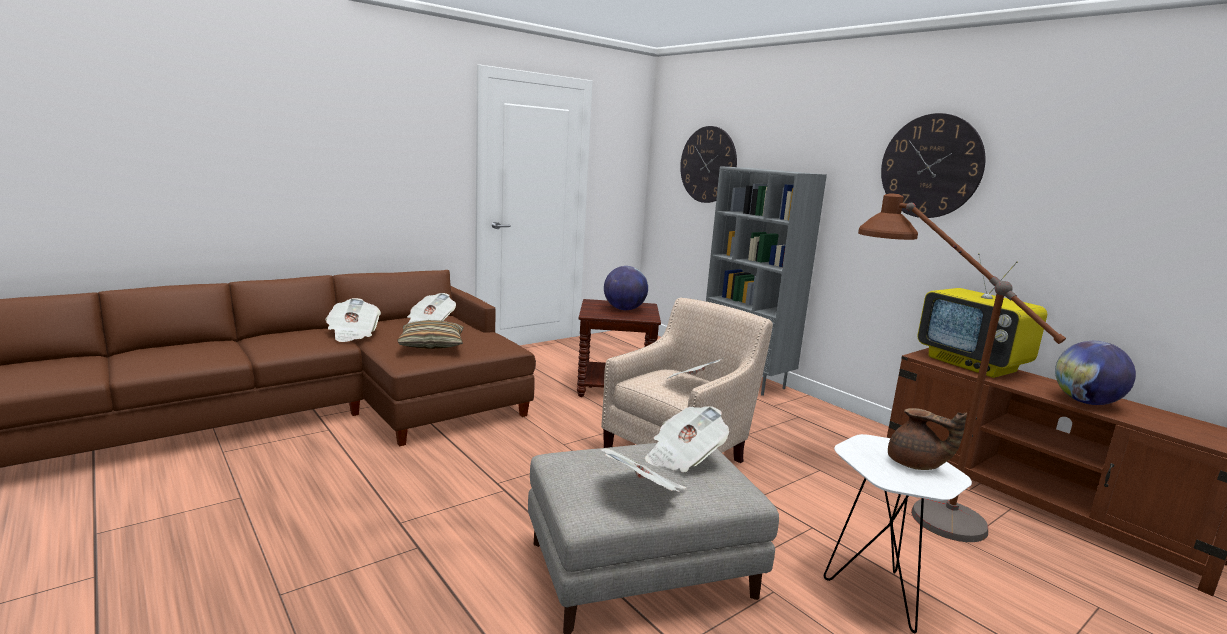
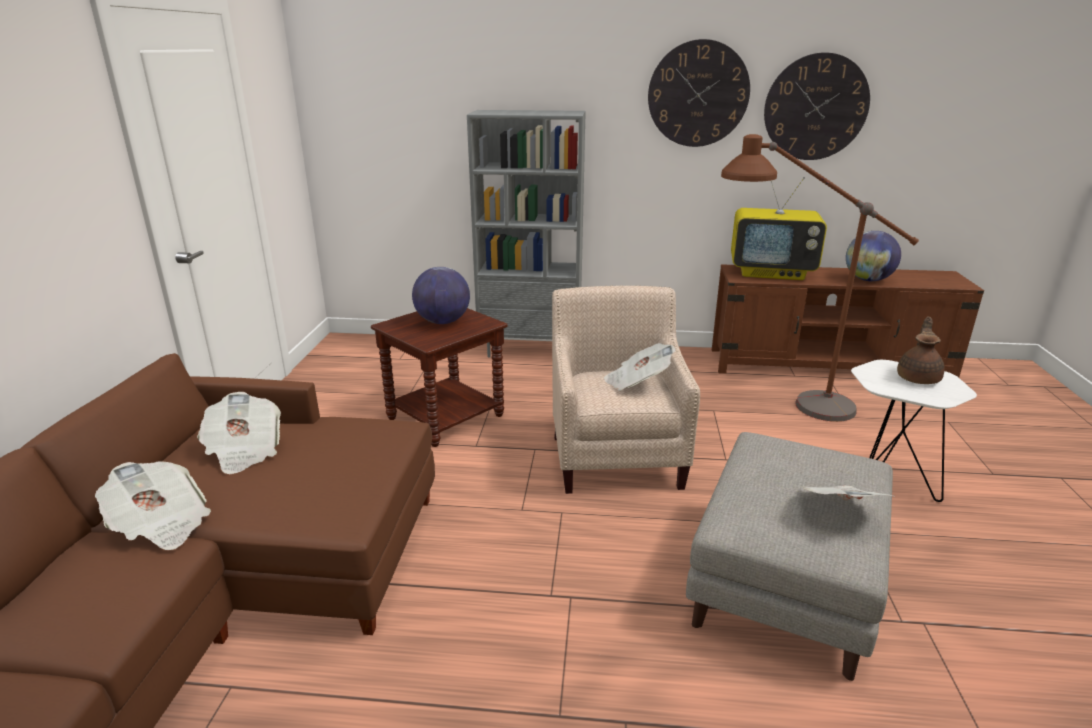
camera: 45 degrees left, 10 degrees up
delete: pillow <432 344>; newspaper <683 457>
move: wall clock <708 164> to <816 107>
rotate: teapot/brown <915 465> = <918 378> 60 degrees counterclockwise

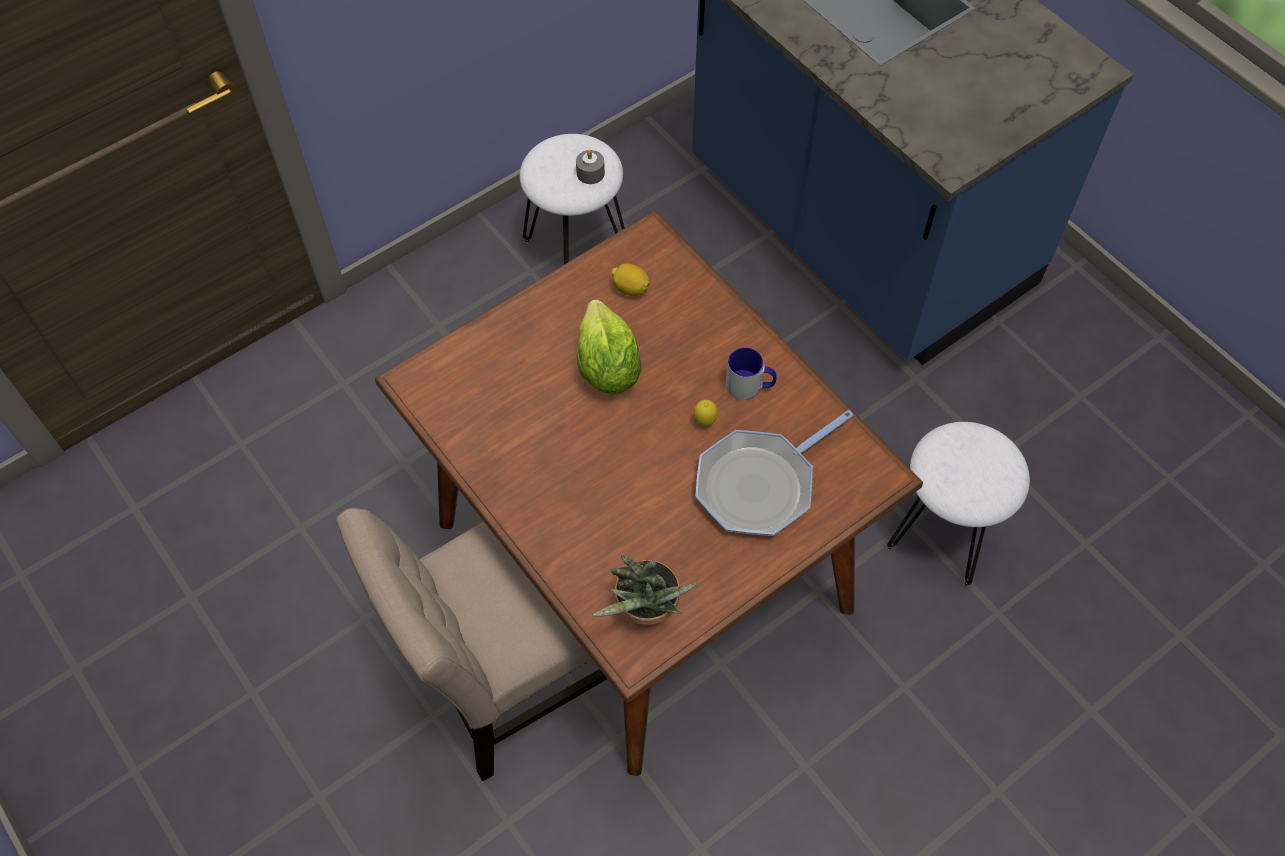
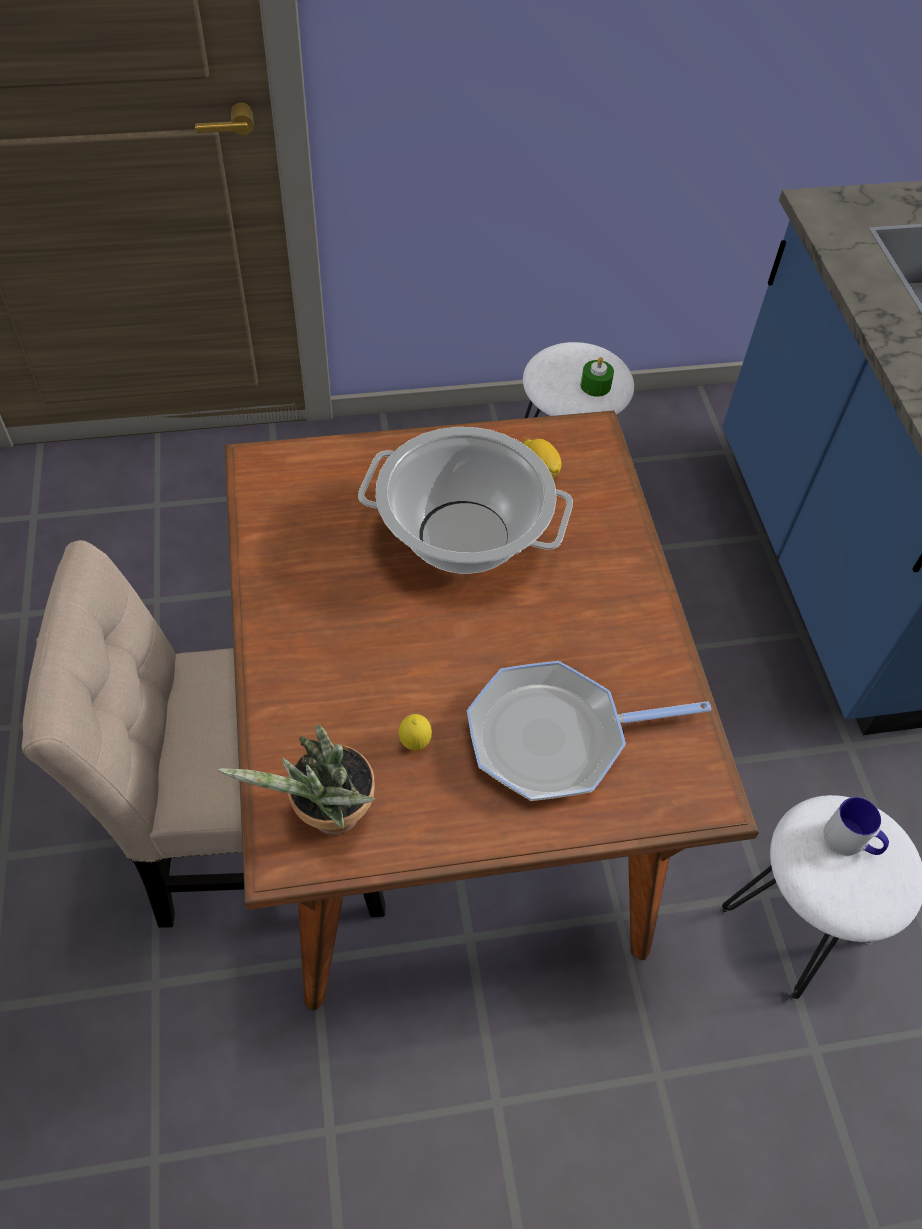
camera: 25 degrees right, 5 degrees down
move: lemon <704 422> to <415 743>; mug <750 386> to <851 841>
replace: lettuce <607 368> to cooking pot <462 537>
recolor: candle/grey <590 173> to candle/green <595 385>

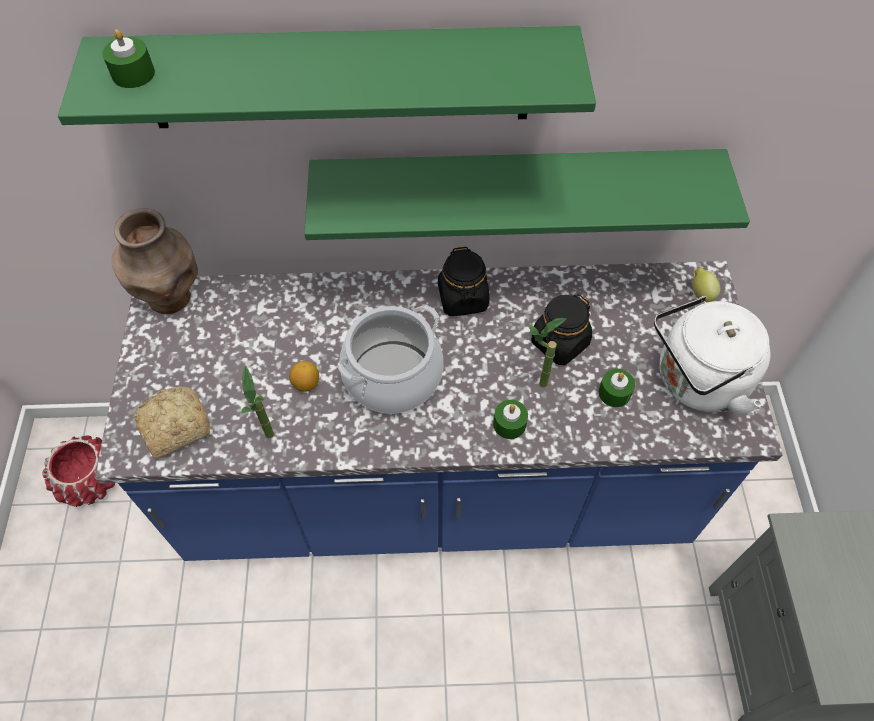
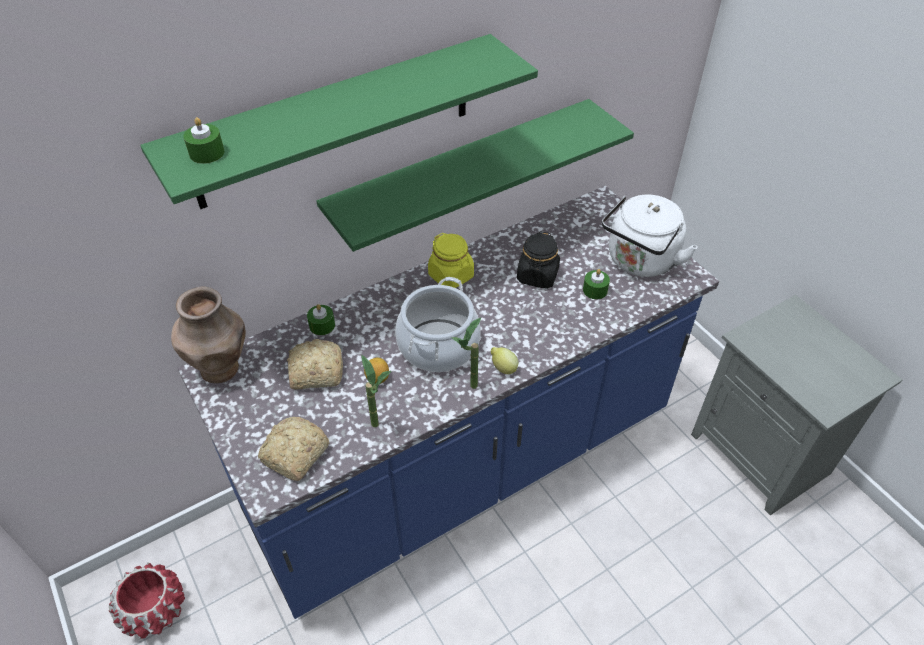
camera: 30 degrees left, 10 degrees down
insert: bread <315 372>
move: candle/green <509 424> to <322 325>; potted plant <535 386> to <468 390>; lemon <700 294> to <503 368>
recolor: jar/black <463 299> to jar/yellow <451 276>

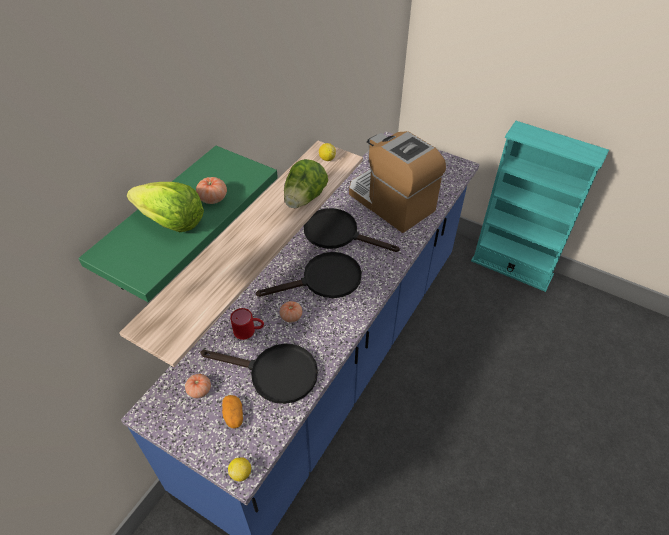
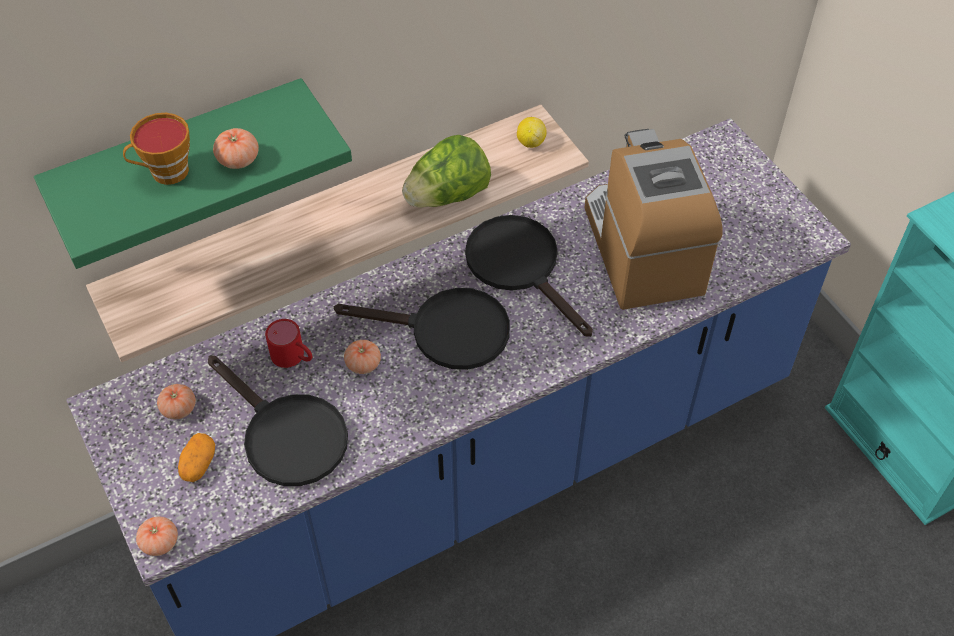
camera: 30 degrees right, 5 degrees up
replace: lettuce <171 222> to cup <165 173>; lemon <241 473> to tomato <160 542>

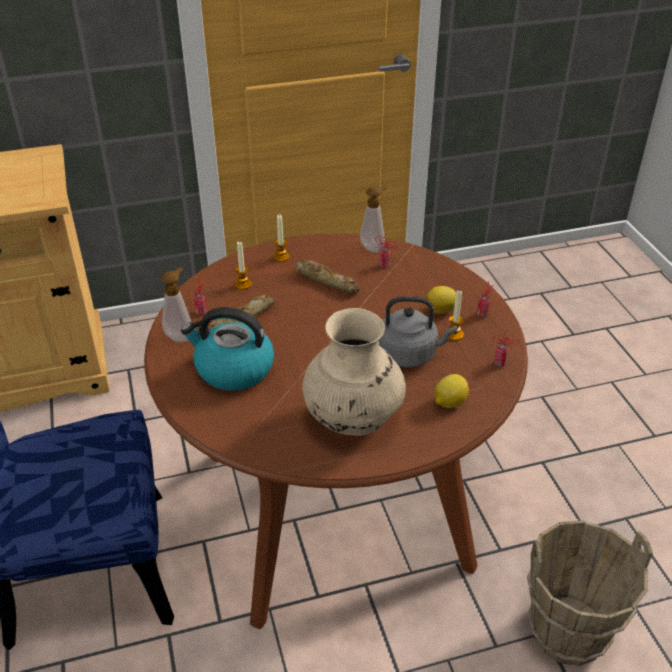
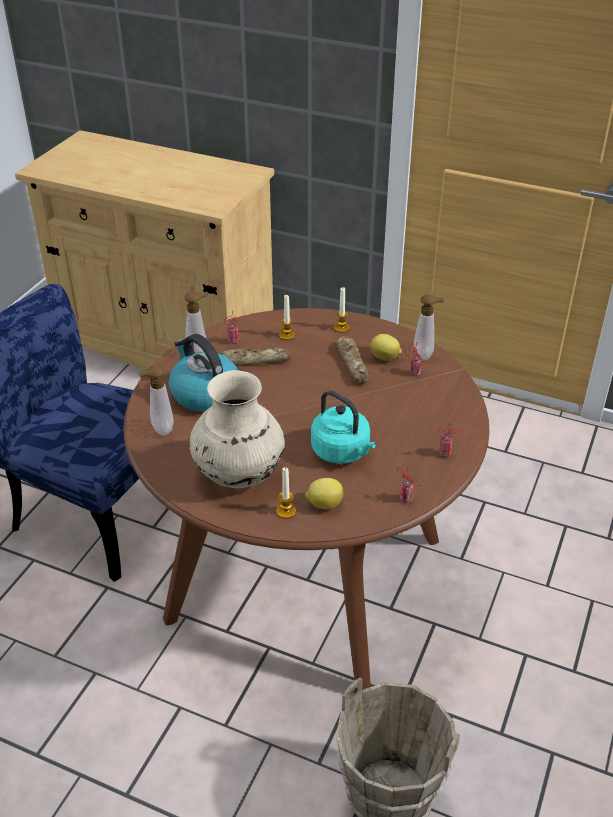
camera: 40 degrees right, 0 degrees up
insert: soap dispenser <160 429>
move: lemon <441 310> to <385 358>; candle <454 334> to <286 511>
recolor: kettle/grey <410 354> to kettle/turquoise <342 452>

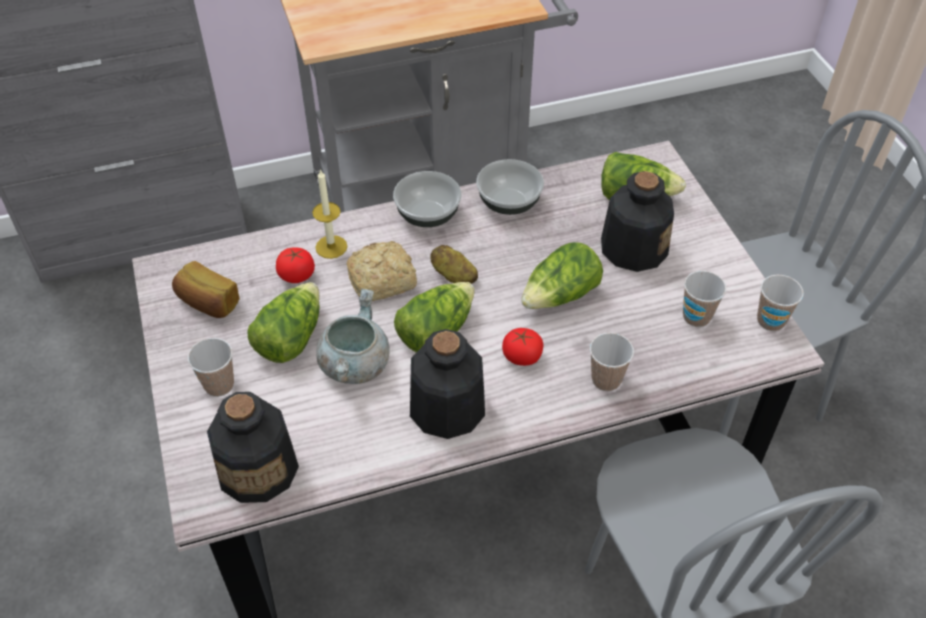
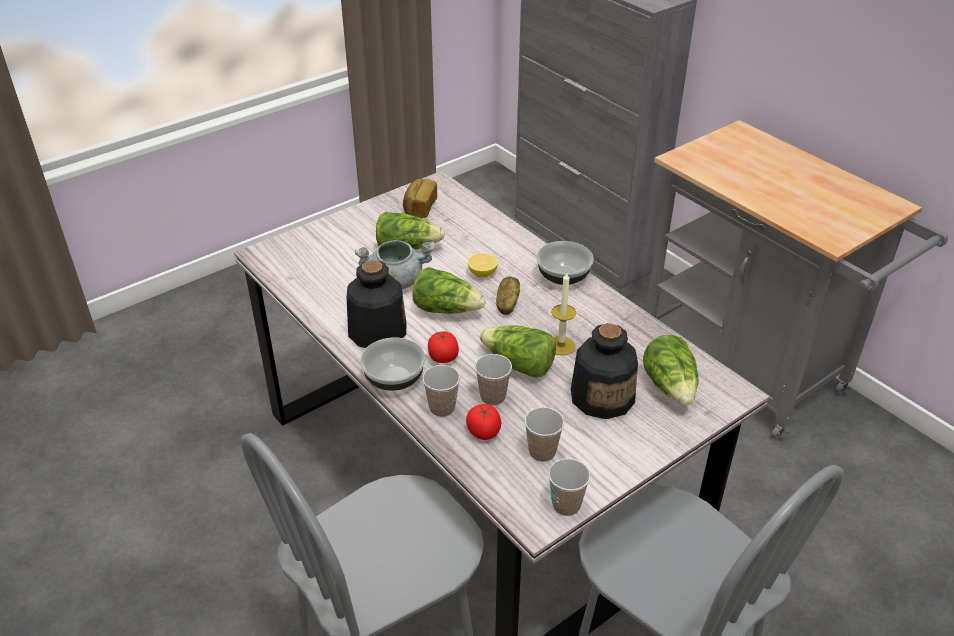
camera: 70 degrees right, 10 degrees down
delete: bottle <258 468>
move: cup <219 385> to <493 397>; tomato <297 275> to <483 432>; candle <331 247> to <561 346>; bowl <509 202> to <395 379>
replace: bread <384 280> to lemon <482 273>

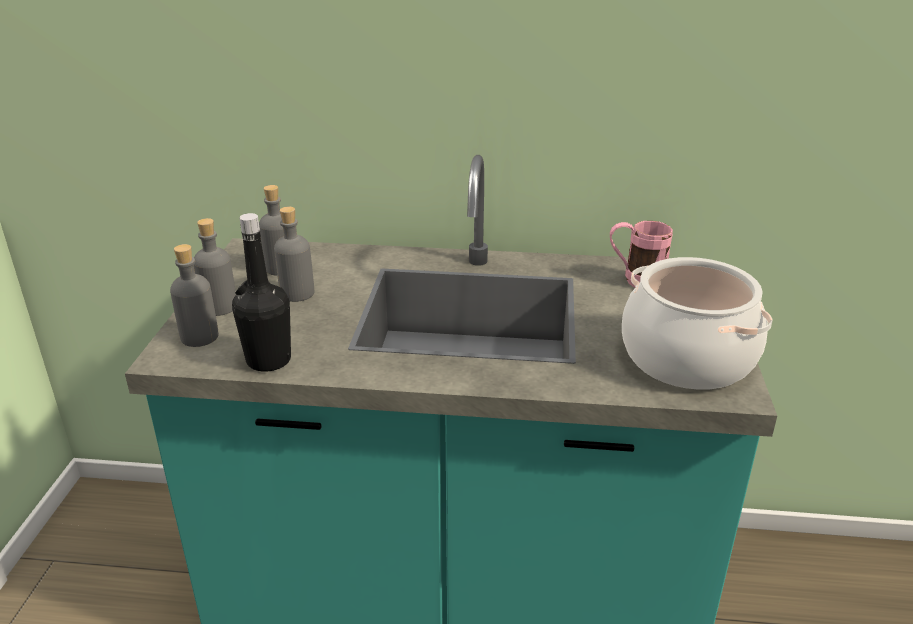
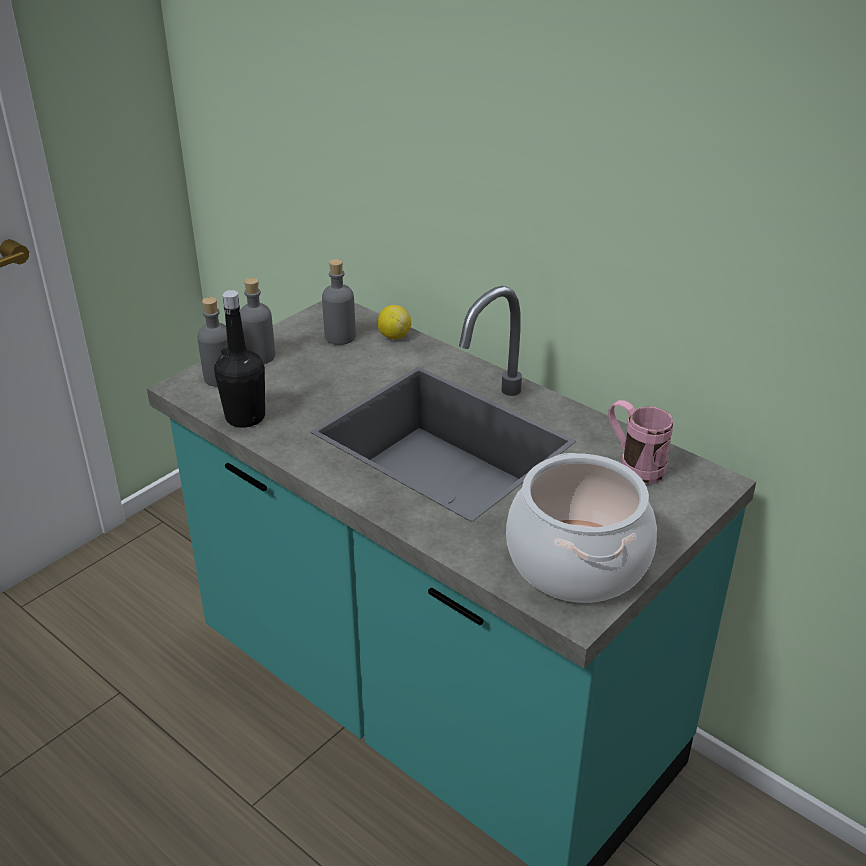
camera: 35 degrees right, 5 degrees up
delete: bottle/grey <297 293>
insert: lemon <394 336>

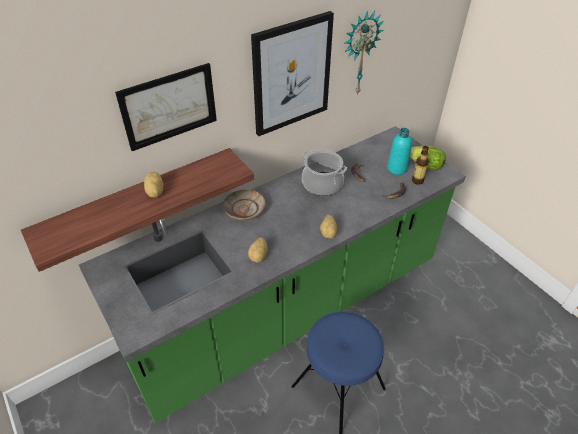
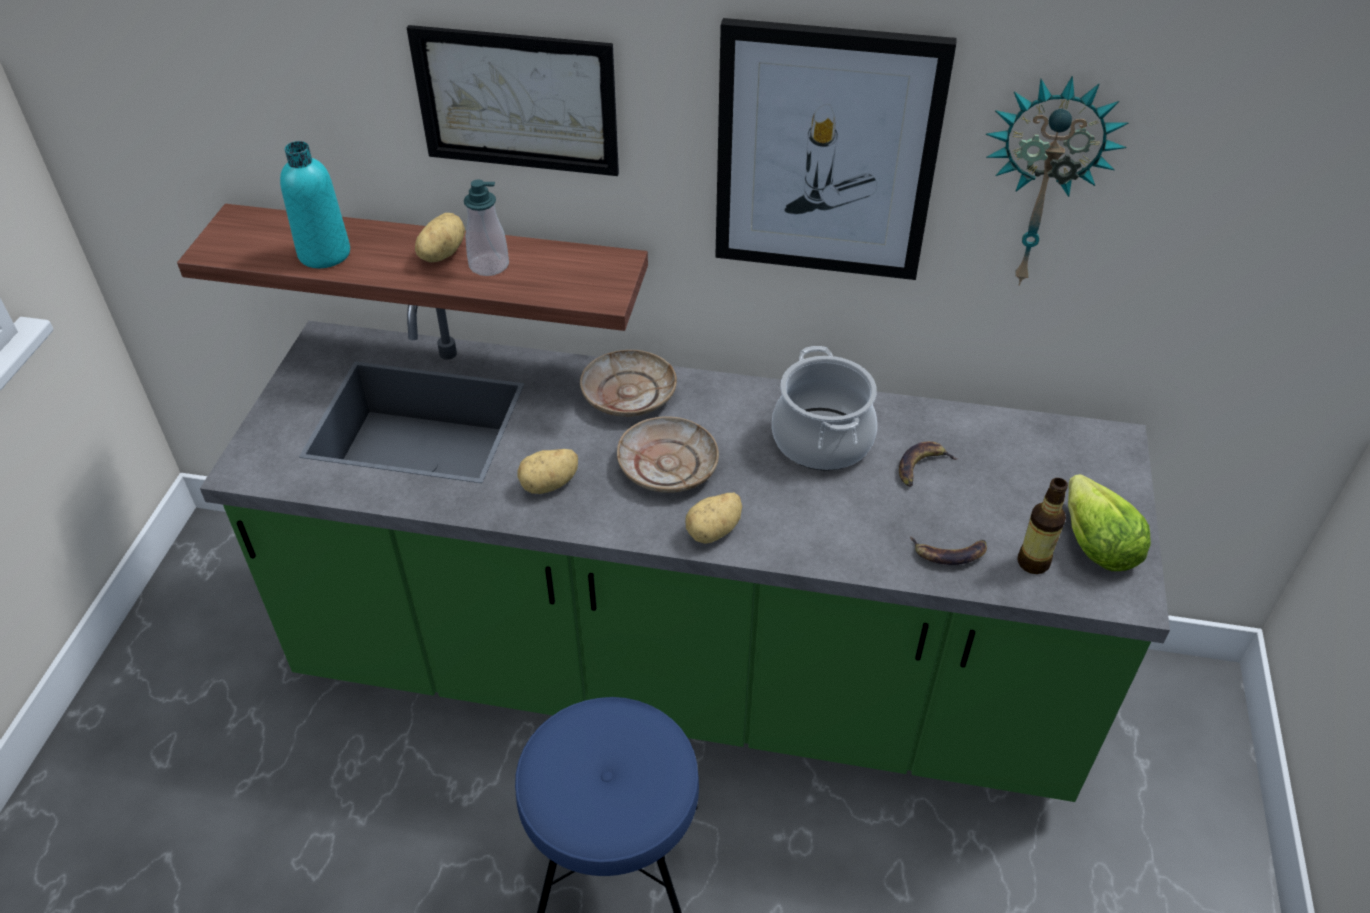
camera: 45 degrees right, 0 degrees up
insert: soap dispenser <489 265>; plate/beige <667 465>
move: bottle/turquoise <397 168> to <324 254>

